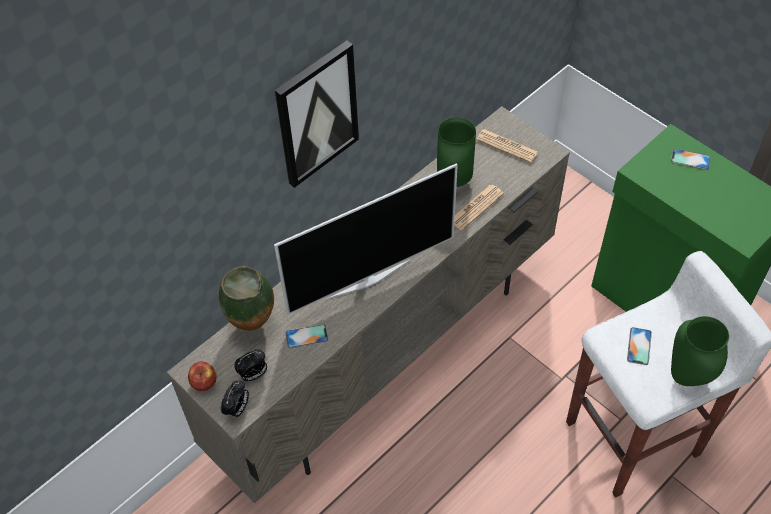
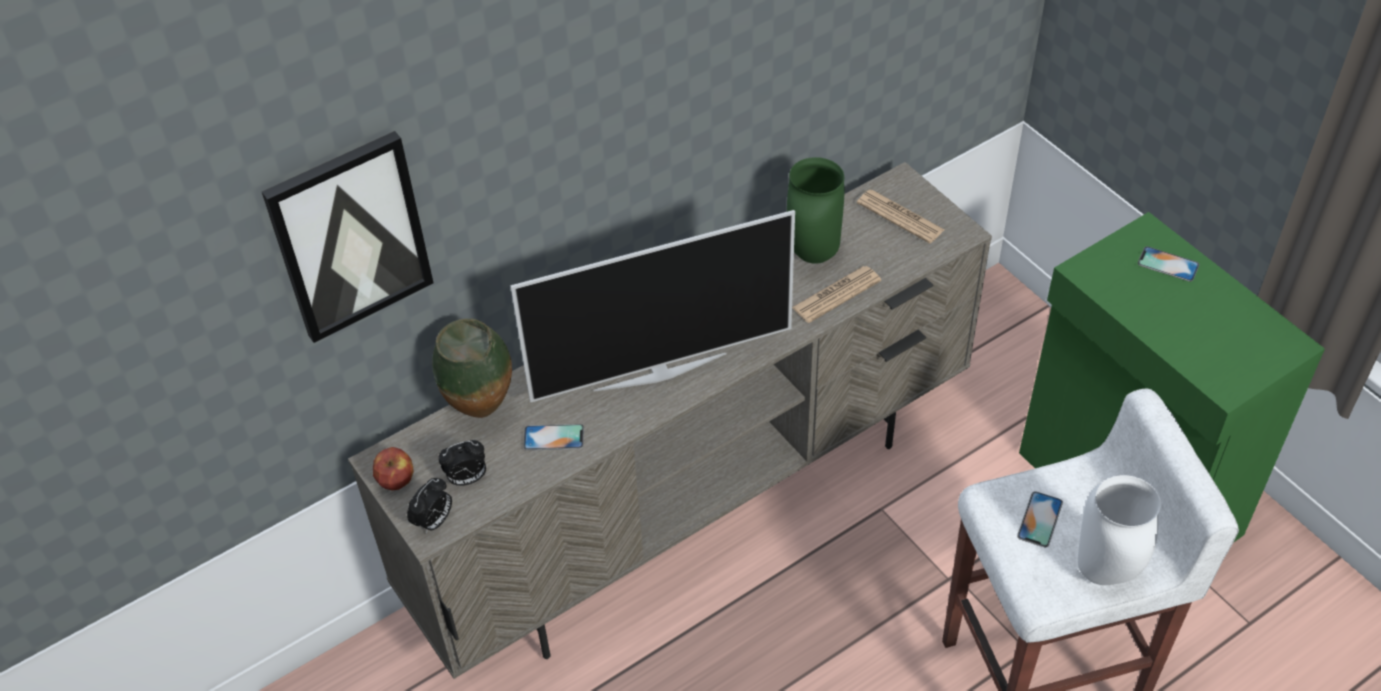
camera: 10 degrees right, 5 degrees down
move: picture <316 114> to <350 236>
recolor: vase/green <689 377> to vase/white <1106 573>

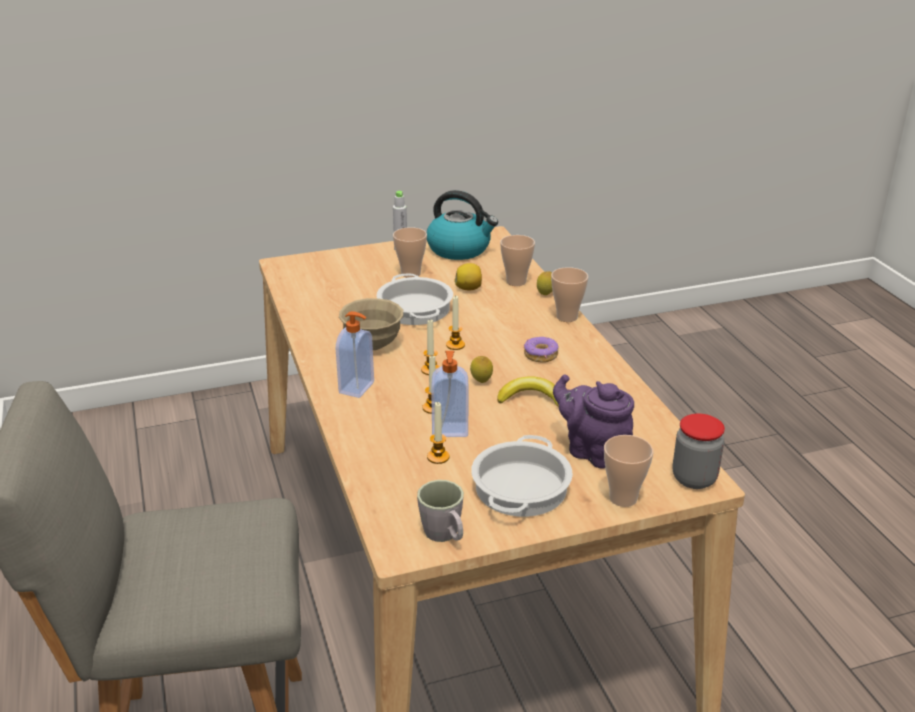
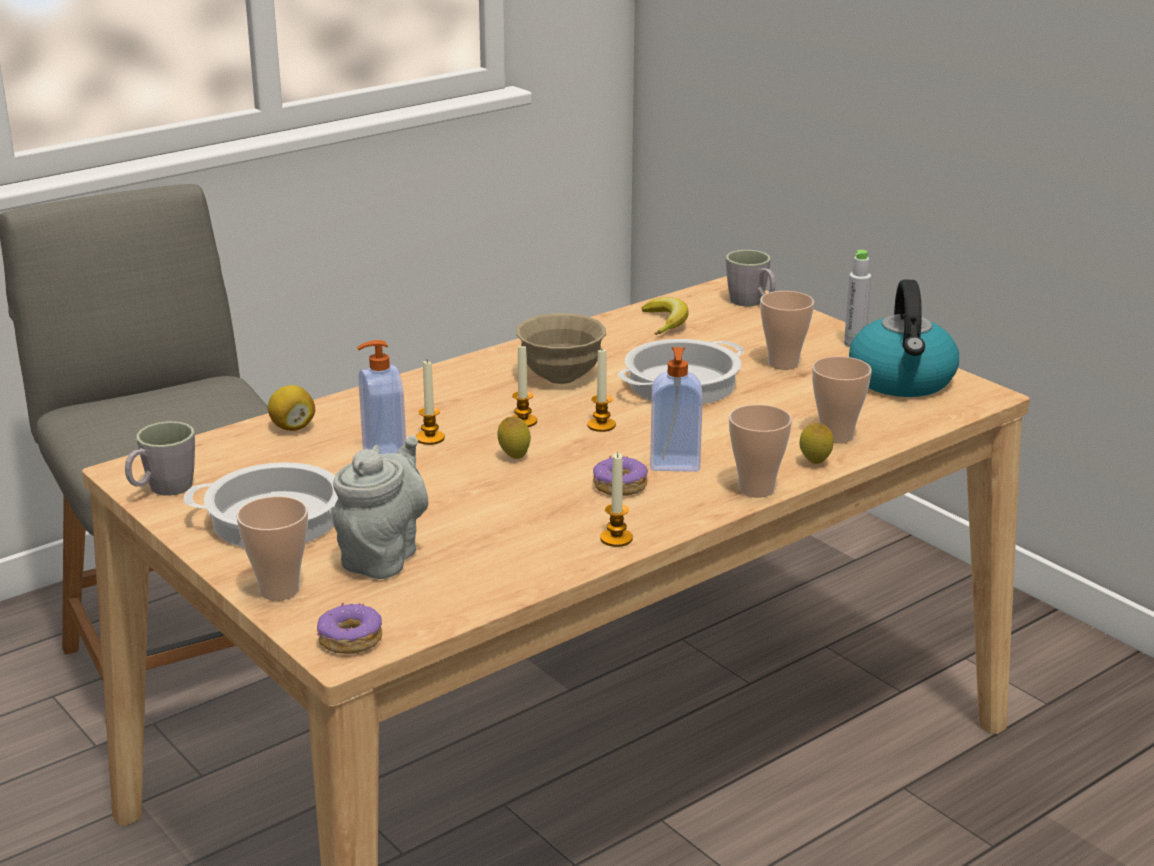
camera: 70 degrees right, 5 degrees down
insert: mug/grey <751 303>
move: soap dispenser <357 388> to <674 464>; candle <438 457> to <616 538>; lemon <469 288> to <292 427>; banana <529 398> to <666 323>
replace: jar <694 478> to donut <350 639>
recolor: teapot/purple <592 451> to teapot/grey <383 556>

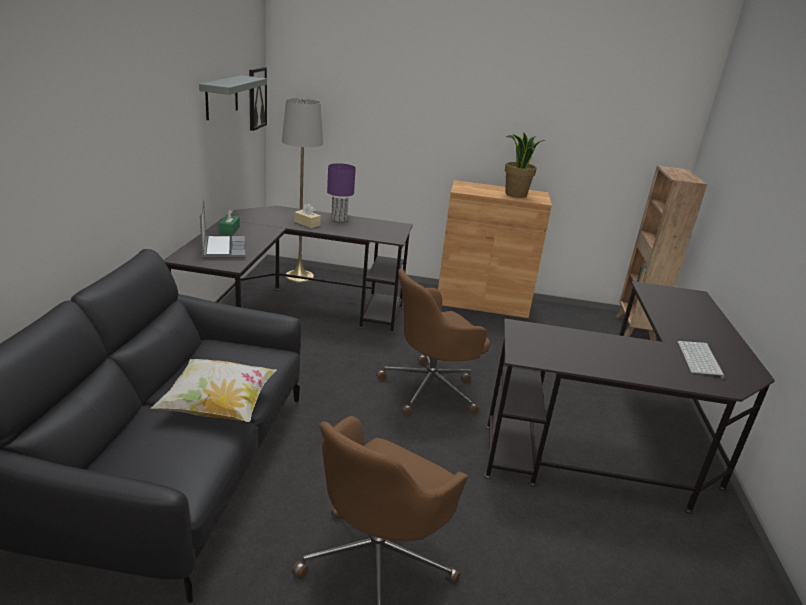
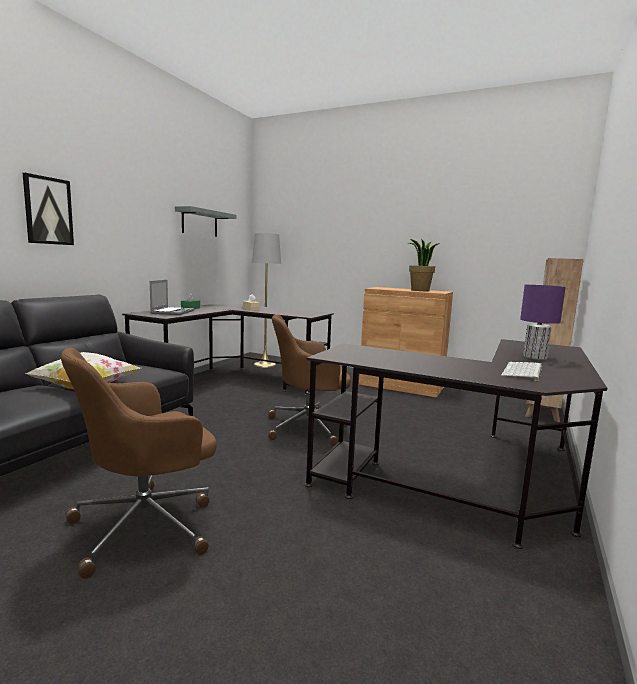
camera: 20 degrees right, 15 degrees down
move: picture <256 98> to <48 211>; table lamp/purple <338 219> to <534 357>

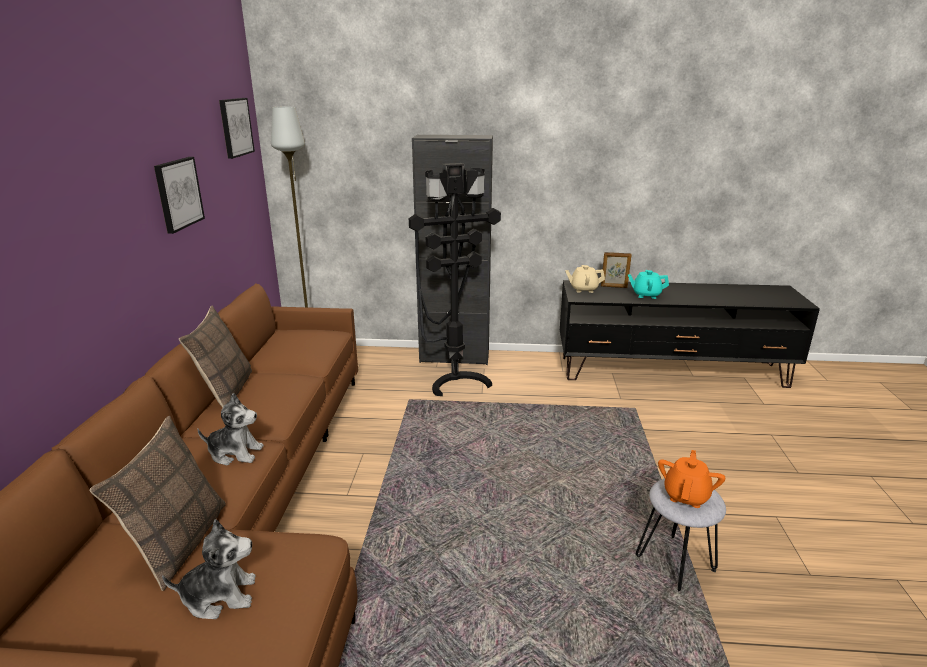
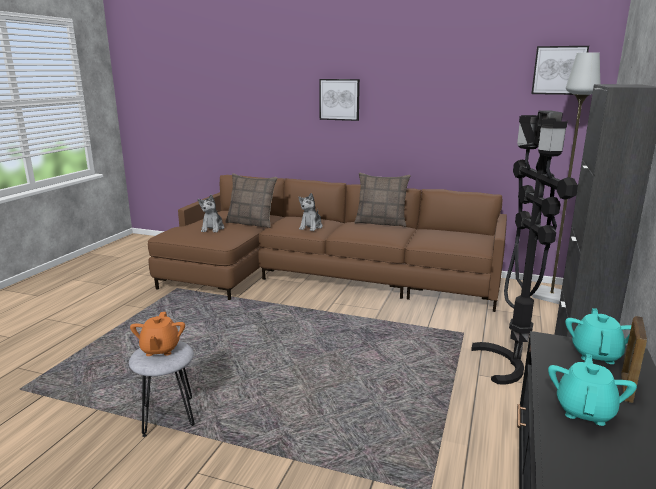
camera: 105 degrees right, 5 degrees down
move: picture <178 194> to <339 99>
recolor: teapot/beige <583 289> to teapot/turquoise <595 354>
rotate: teapot/orange <686 495> = <160 349> 45 degrees clockwise

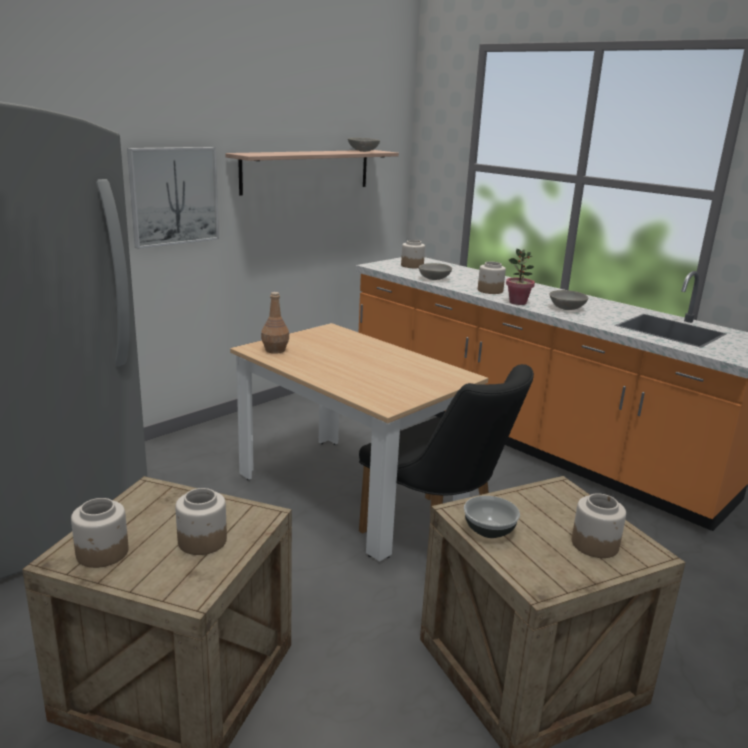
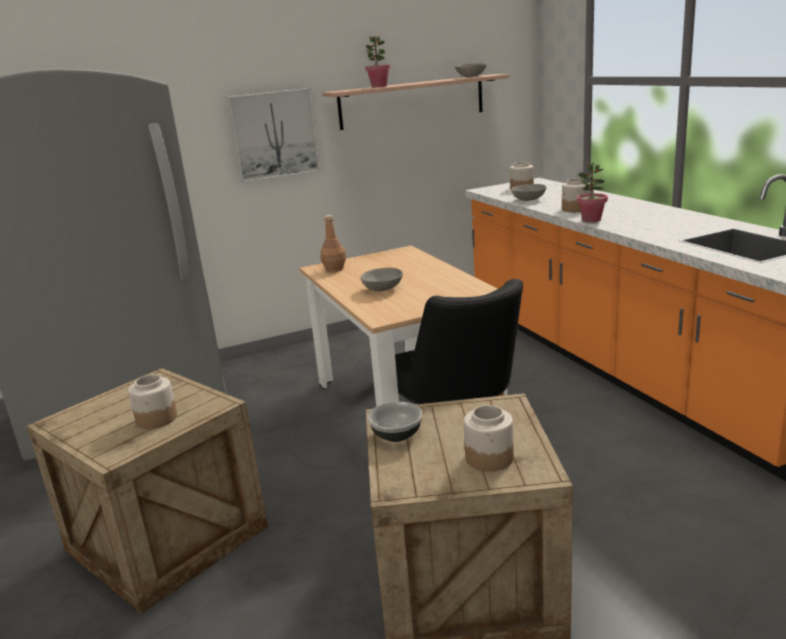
camera: 25 degrees right, 0 degrees up
delete: jar <102 553>
insert: potted plant <379 86>
move: bowl/grey <567 308> to <383 289>

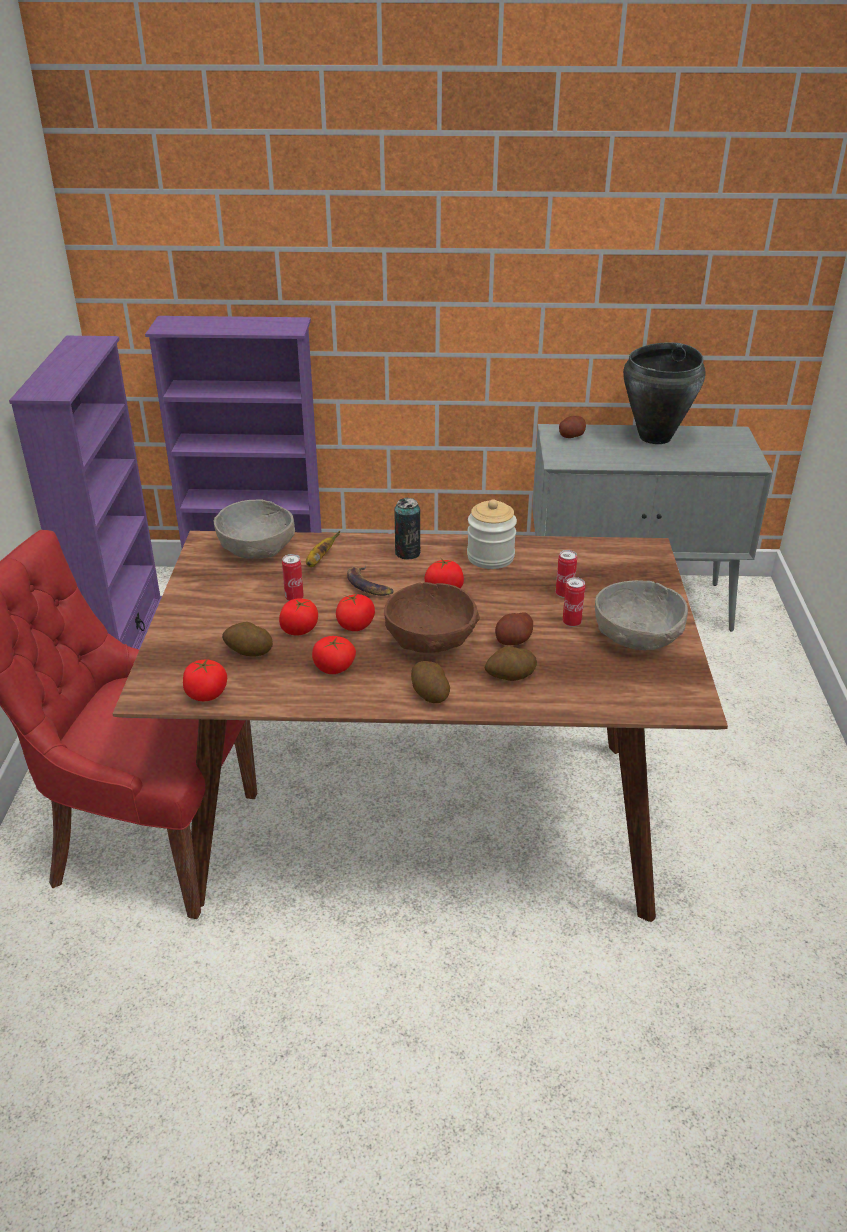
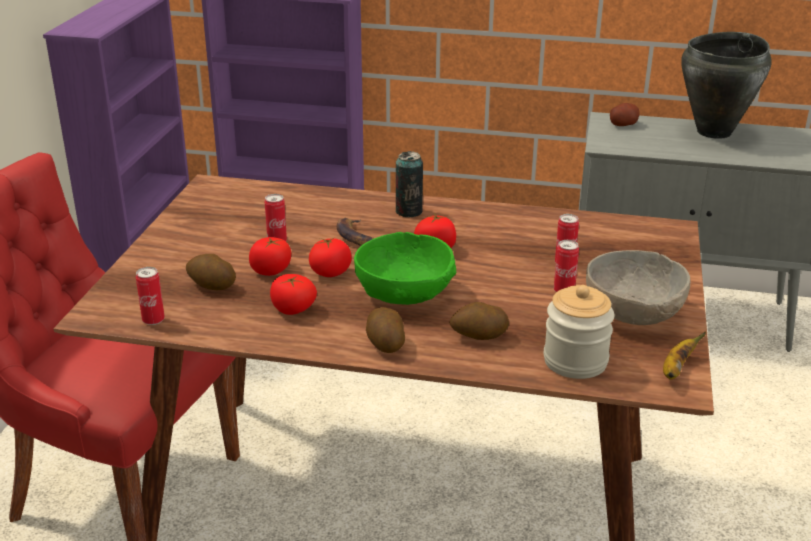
camera: 10 degrees right, 5 degrees down
delete: bowl/grey <257 549>; potato <513 641>
move: banana <319 560> to <676 369>; jar <490 557> to <575 361>
replace: tomato <206 694> to can <153 320>
recolor: bowl/brown <430 640> to bowl/green <404 293>

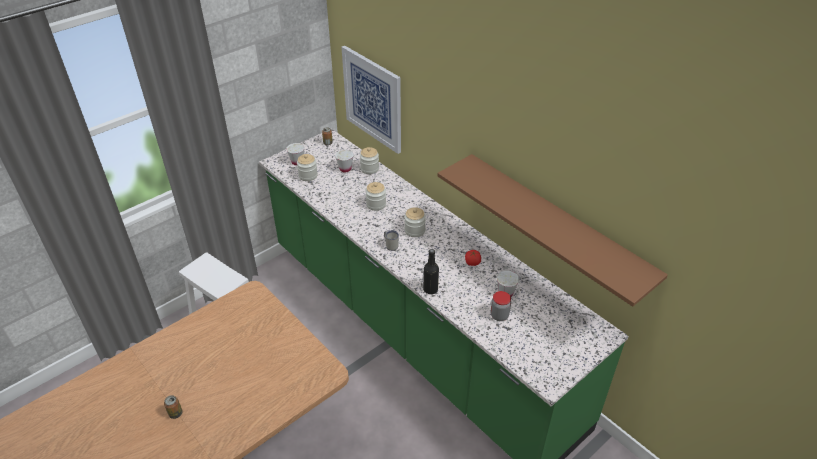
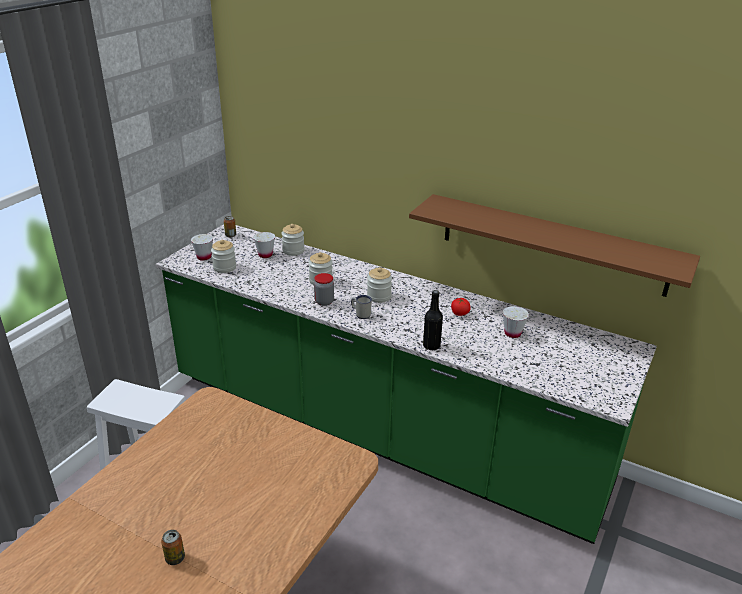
camera: 20 degrees left, 10 degrees down
delete: picture <373 99>
move: jar <499 315> to <324 302>

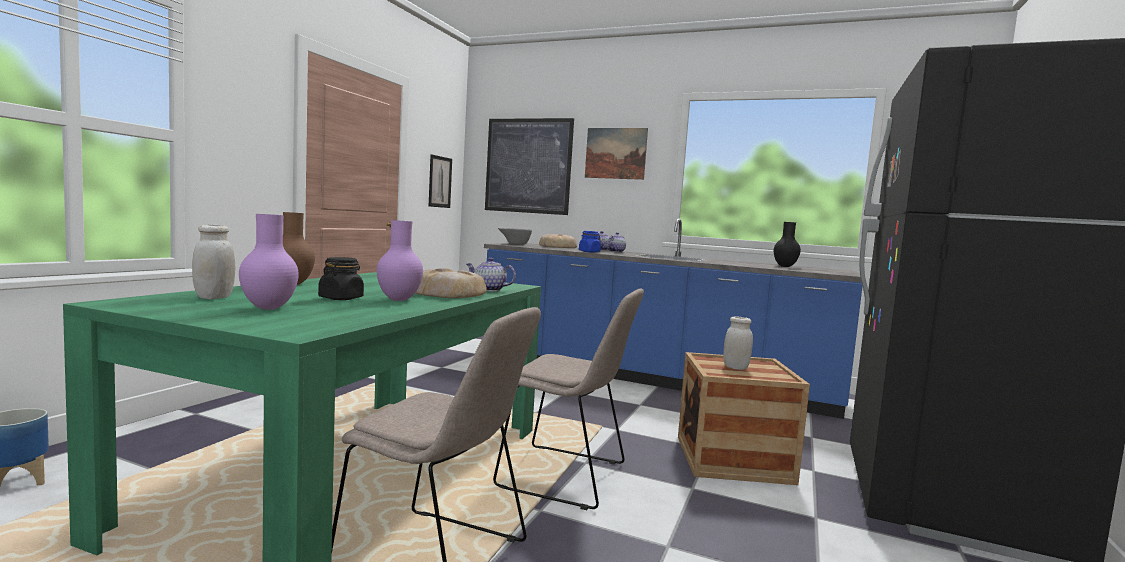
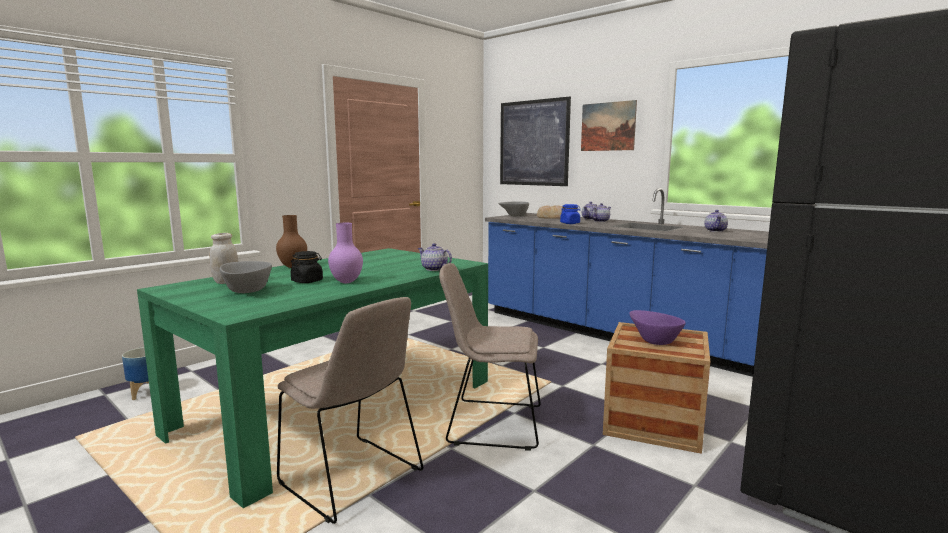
camera: 20 degrees right, 5 degrees up
delete: bread <447 293>; picture <440 182>; vase/black <785 266>
insert: teapot <716 231>
replace: vase/purple <267 308> to bowl/grey <246 292>; jar/white <735 368> to bowl/purple <653 340>
rotate: chair/beige <567 477> = <491 423> 150 degrees clockwise

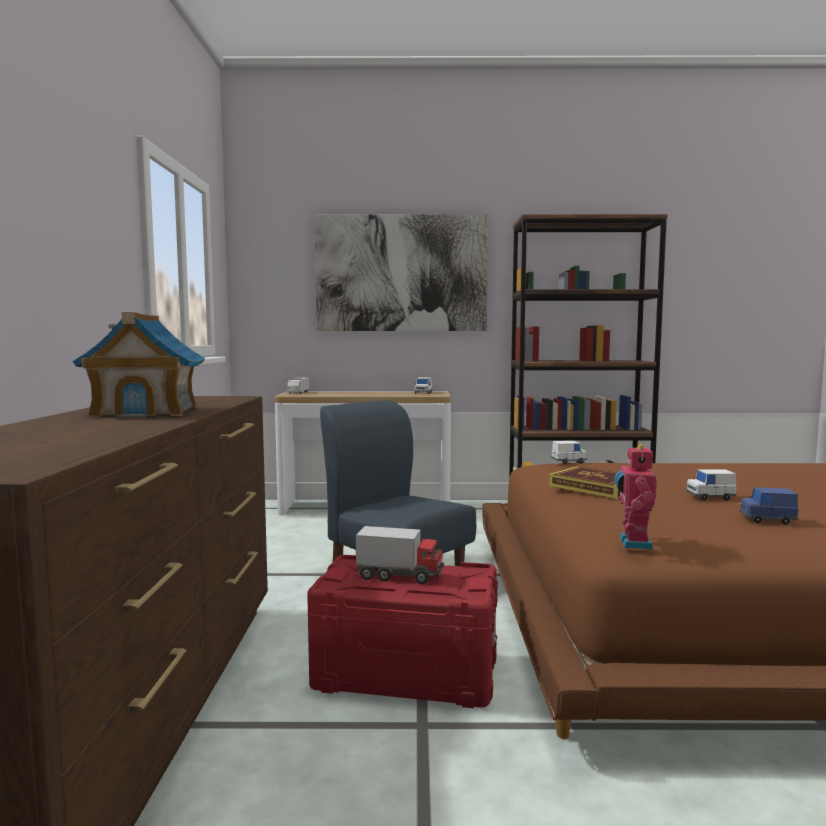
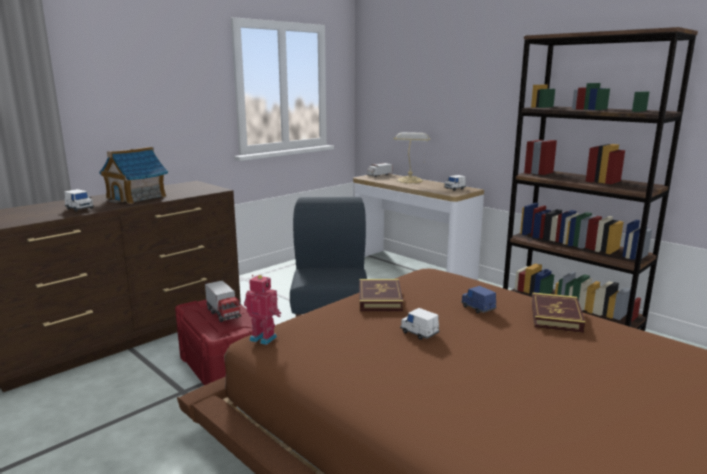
camera: 45 degrees right, 10 degrees up
delete: picture <401 273>
insert: table lamp <410 180>; book <555 316>
move: toy car/white <569 462> to <79 209>; toy car/blue <767 520> to <478 308>
rotate: toy robot <633 543> = <264 338> 60 degrees clockwise

